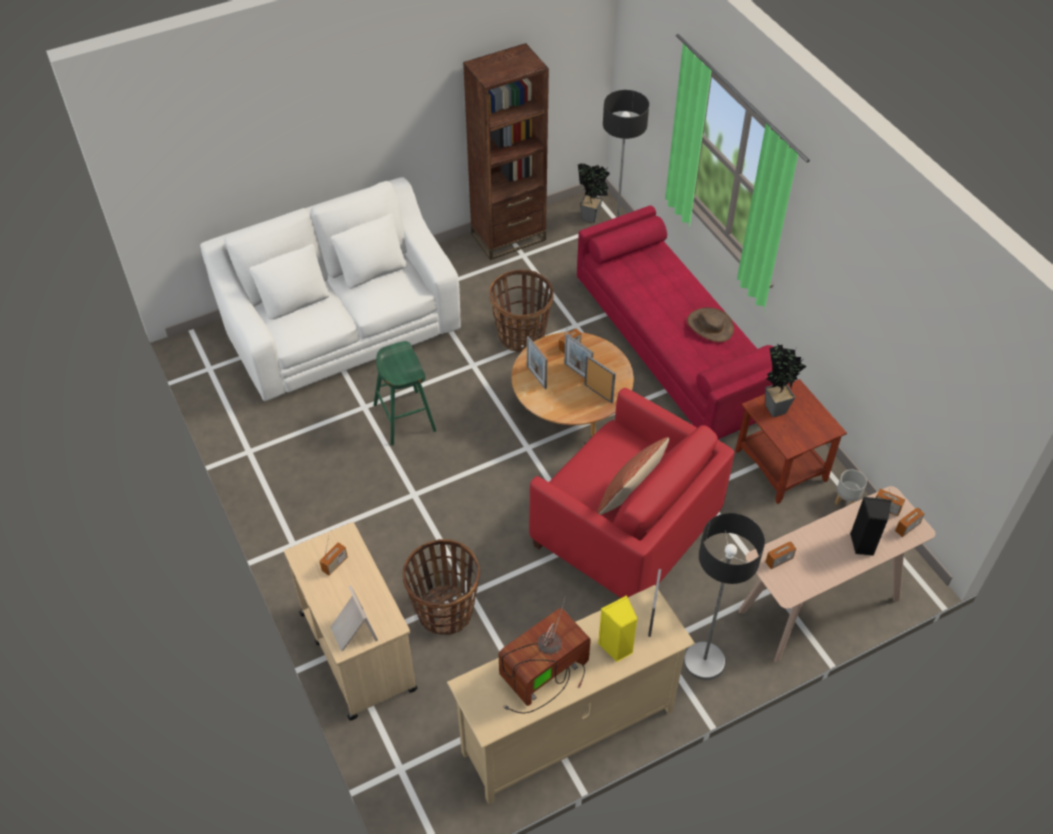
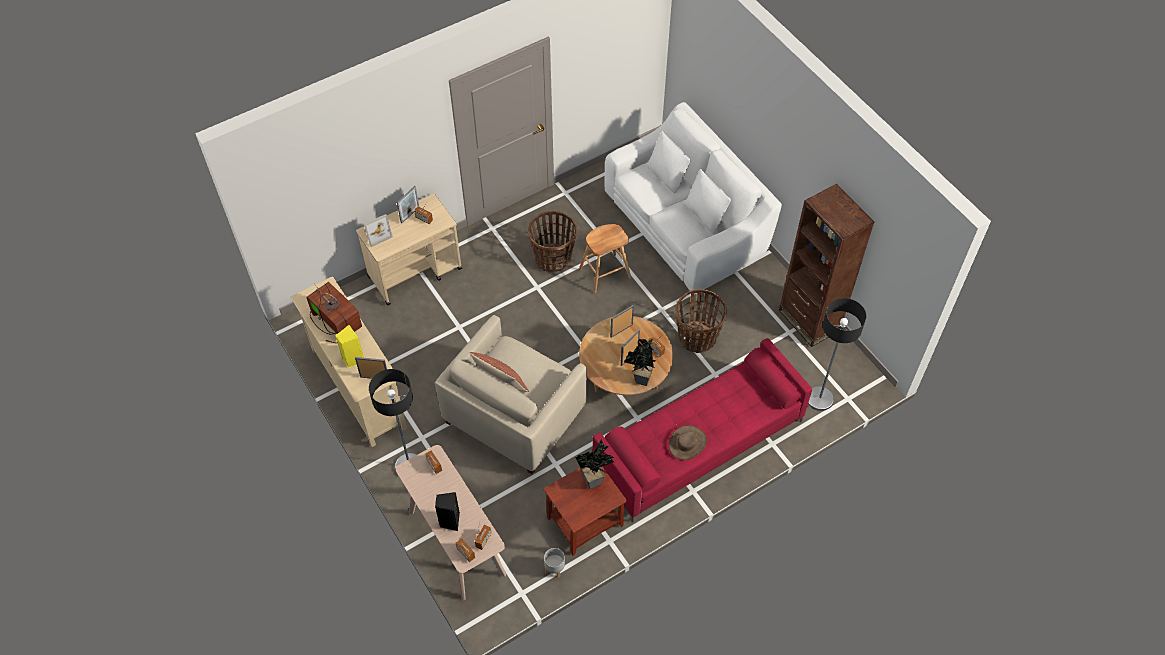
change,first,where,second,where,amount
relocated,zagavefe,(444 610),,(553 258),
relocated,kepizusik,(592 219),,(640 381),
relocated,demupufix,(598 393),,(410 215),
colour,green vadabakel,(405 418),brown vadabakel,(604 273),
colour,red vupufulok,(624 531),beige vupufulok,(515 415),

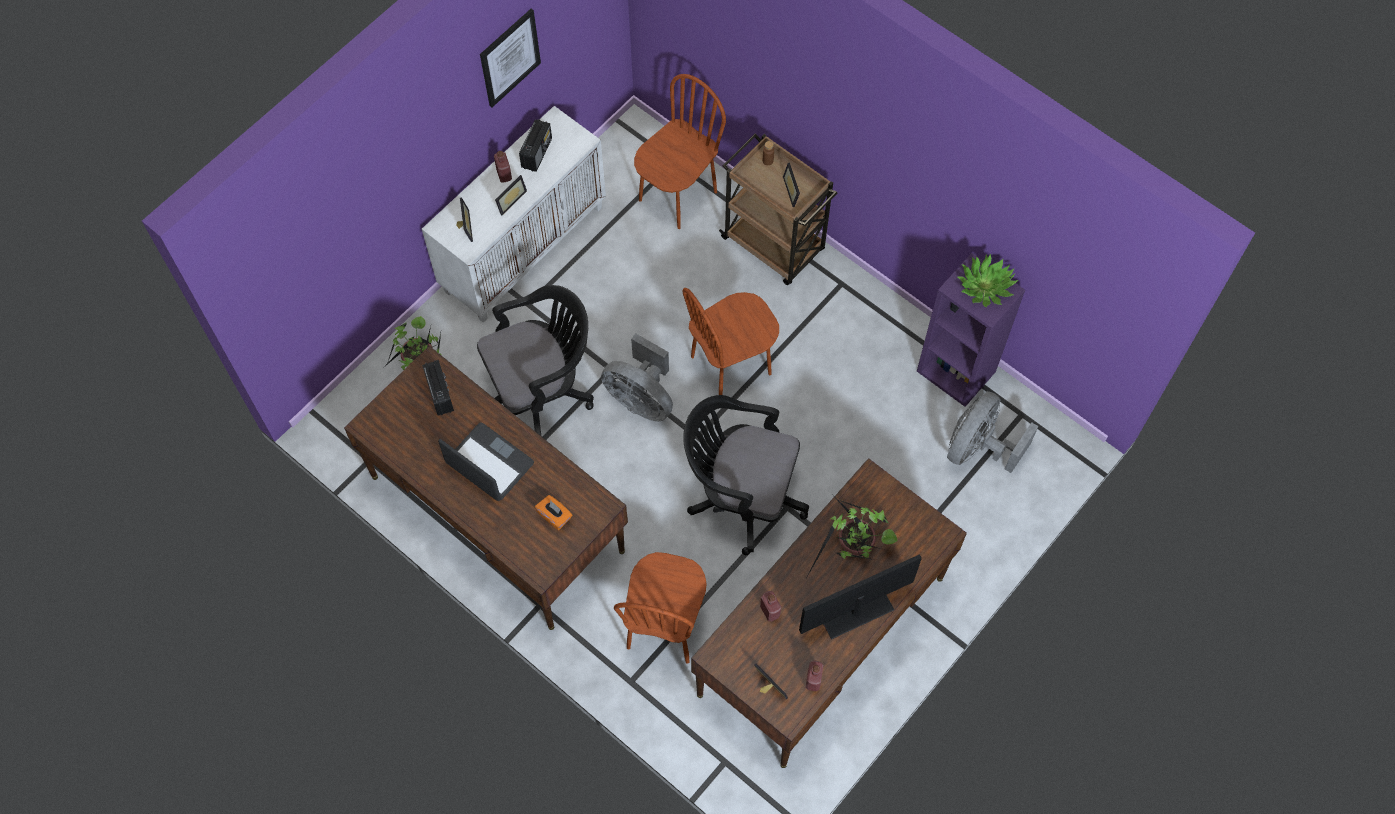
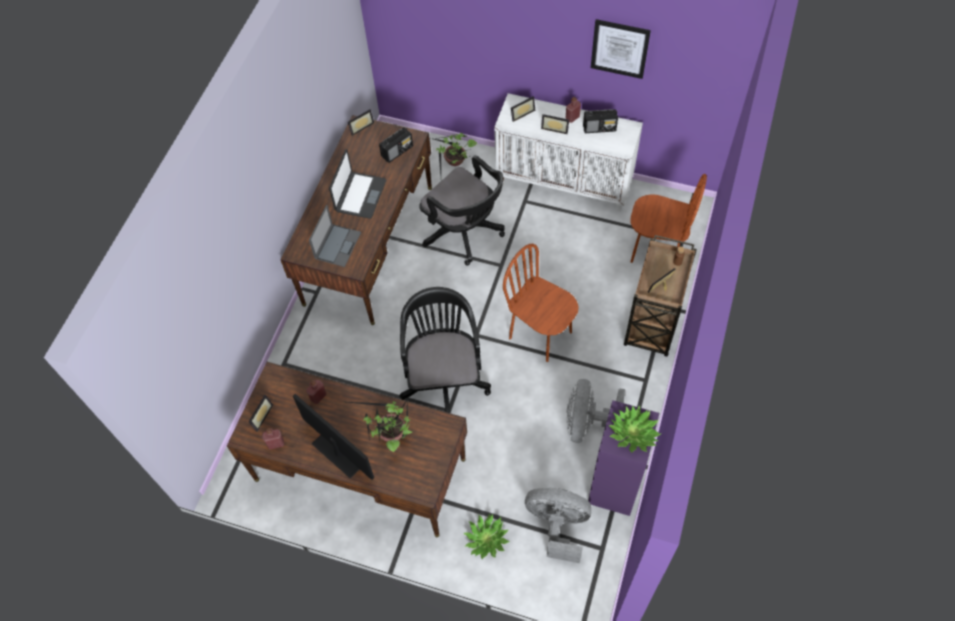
change,first,where,second,where,amount
missing,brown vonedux,(665 625),,,
appeared,,,demupufix,(360 126),
appeared,,,kepizusik,(486 539),
relocated,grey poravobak,(641 398),,(586 422),
exchanged,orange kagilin,(554 516),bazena,(338 245),

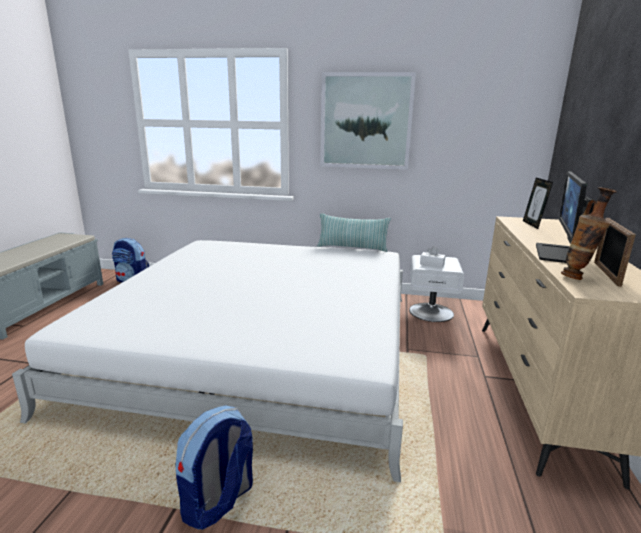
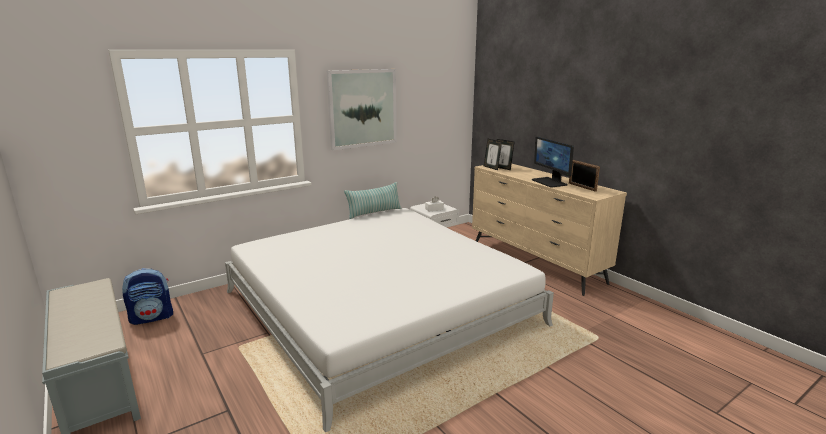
change,first,where,second,where,amount
missing,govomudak,(218 502),,,
missing,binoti,(578 278),,,
appeared,,,demupufix,(491 168),

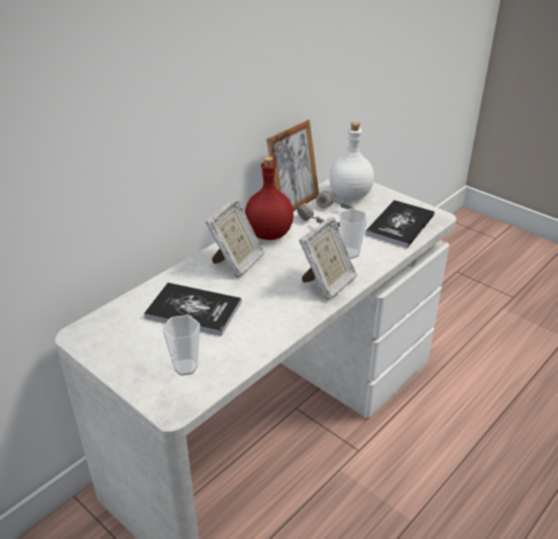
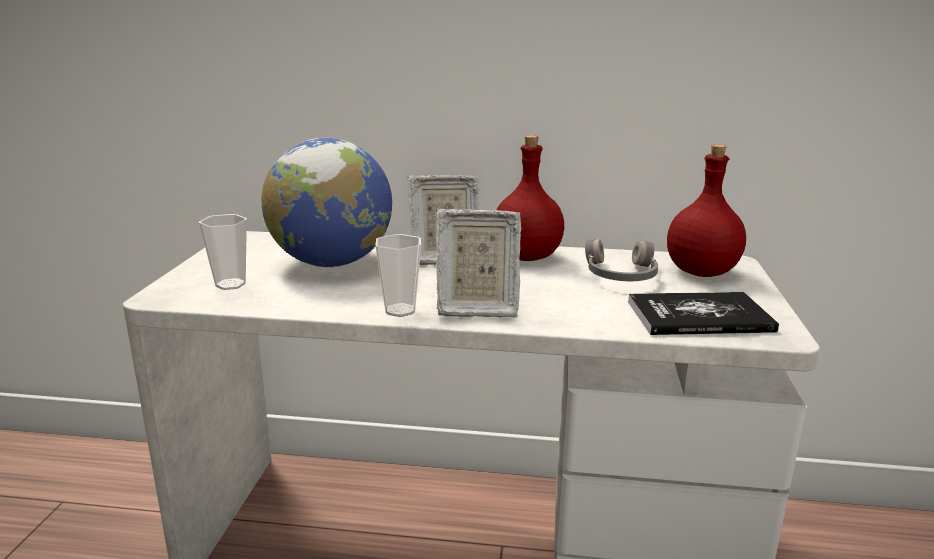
change,first,where,second,where,amount
missing,demupufix,(293 204),,,
relocated,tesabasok,(350 253),,(400 310),
exchanged,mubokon,(193 310),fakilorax,(331 263),
colour,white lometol,(350 195),red lometol,(702 272),

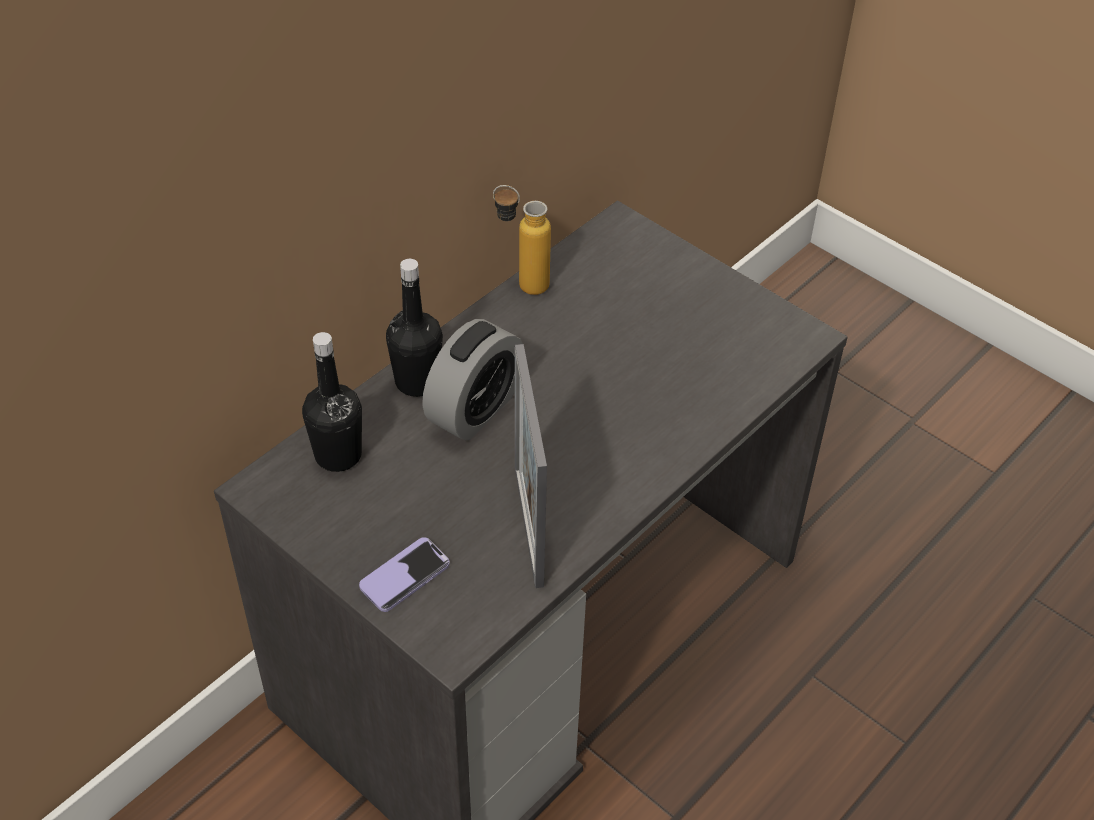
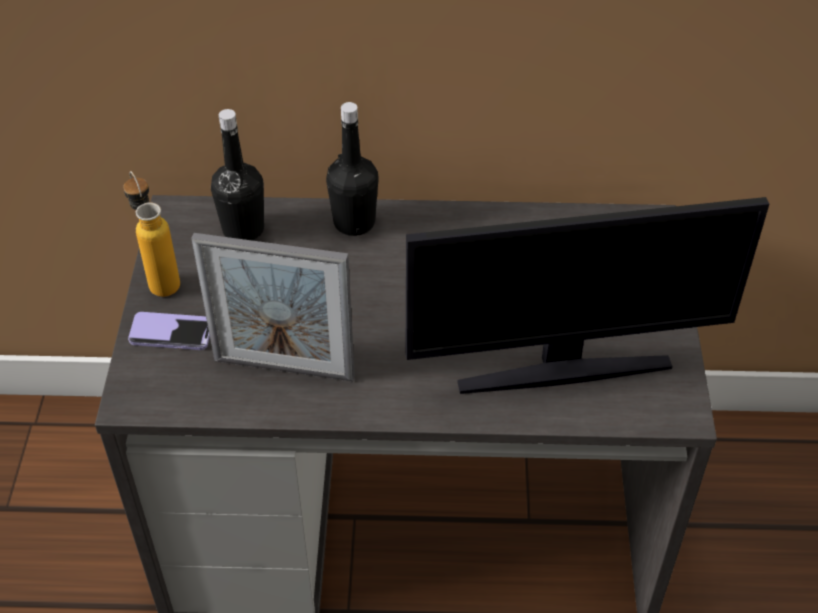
change,first,where,second,where,amount
missing,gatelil,(475 409),,,
appeared,,,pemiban,(563 370),
relocated,lometol,(521 284),,(160 278),
spun,demupufix,(528 526),,(284 368),120 degrees counterclockwise

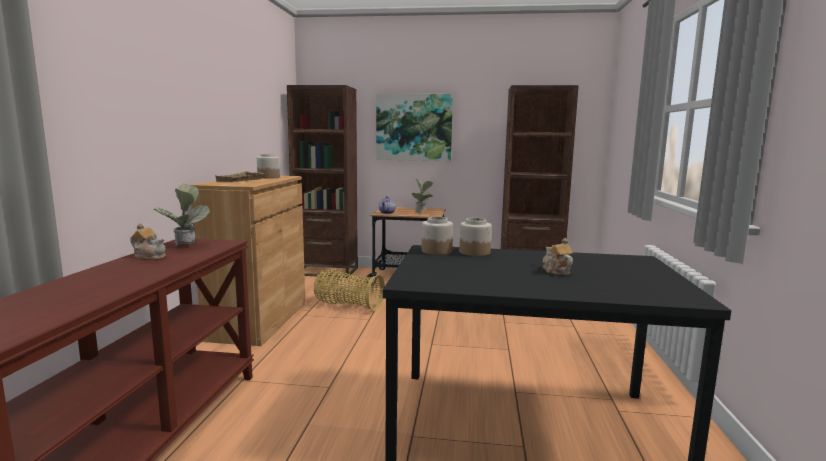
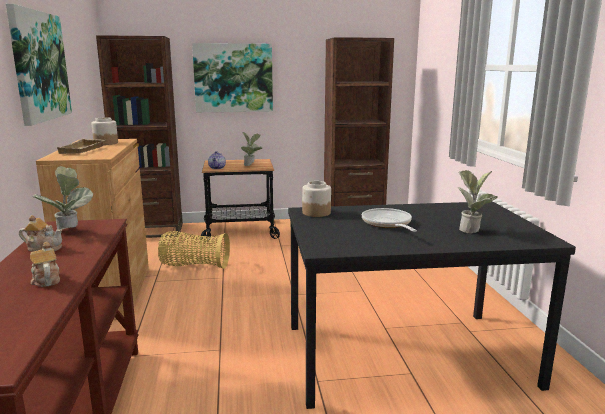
change,first,where,second,where,amount
missing,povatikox,(474 252),,,
appeared,,,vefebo,(39 66),
appeared,,,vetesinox,(387 224),
appeared,,,kepizusik,(473 230),
relocated,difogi,(556 271),,(46 280),

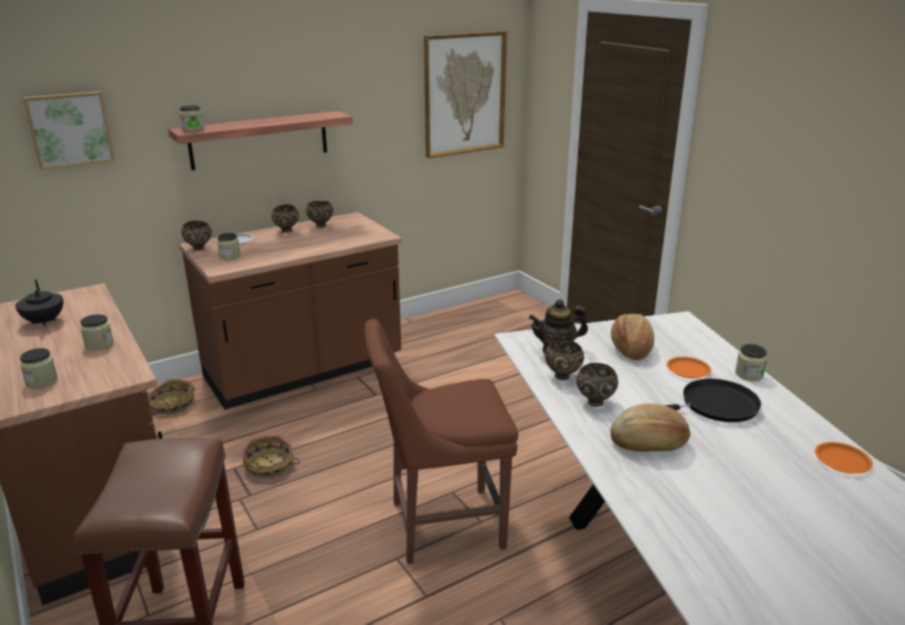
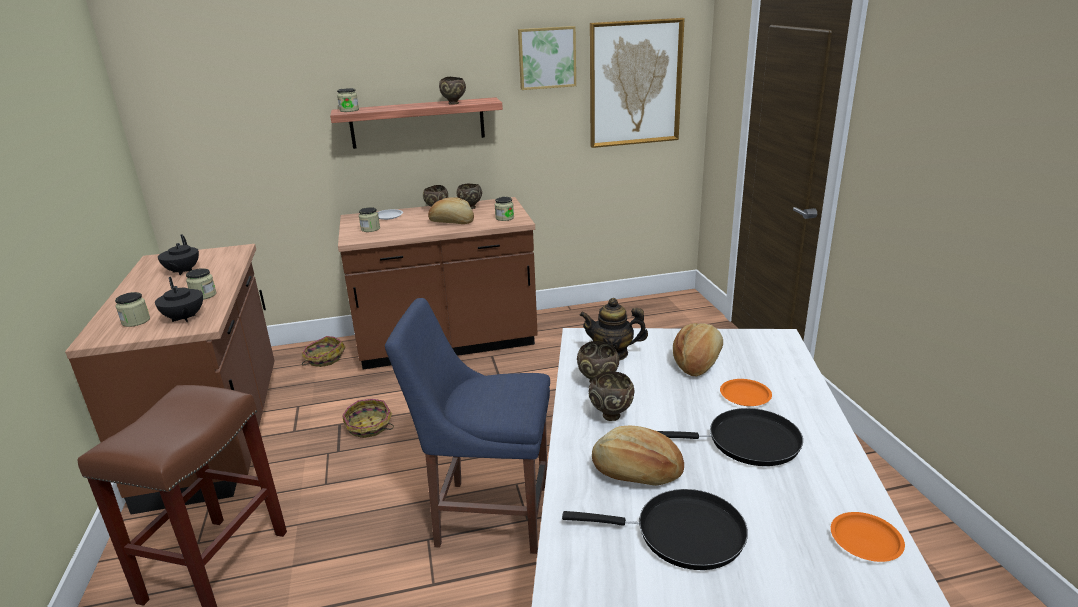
change,first,where,second,where,amount
appeared,,,black difogi,(184 318),
appeared,,,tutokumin,(452 222),
appeared,,,black vetesinox,(682 533),
relocated,vefebo,(70 129),,(546 58),
relocated,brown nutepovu,(199 249),,(454 103),
relocated,povatikox,(749 374),,(504 218),
colour,brown vonedux,(440 524),blue vonedux,(486 514),

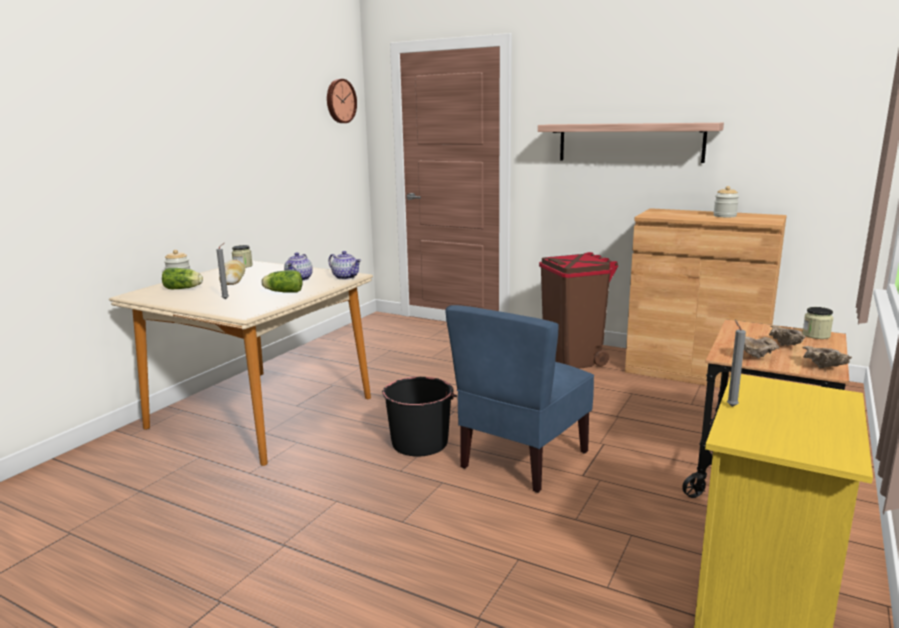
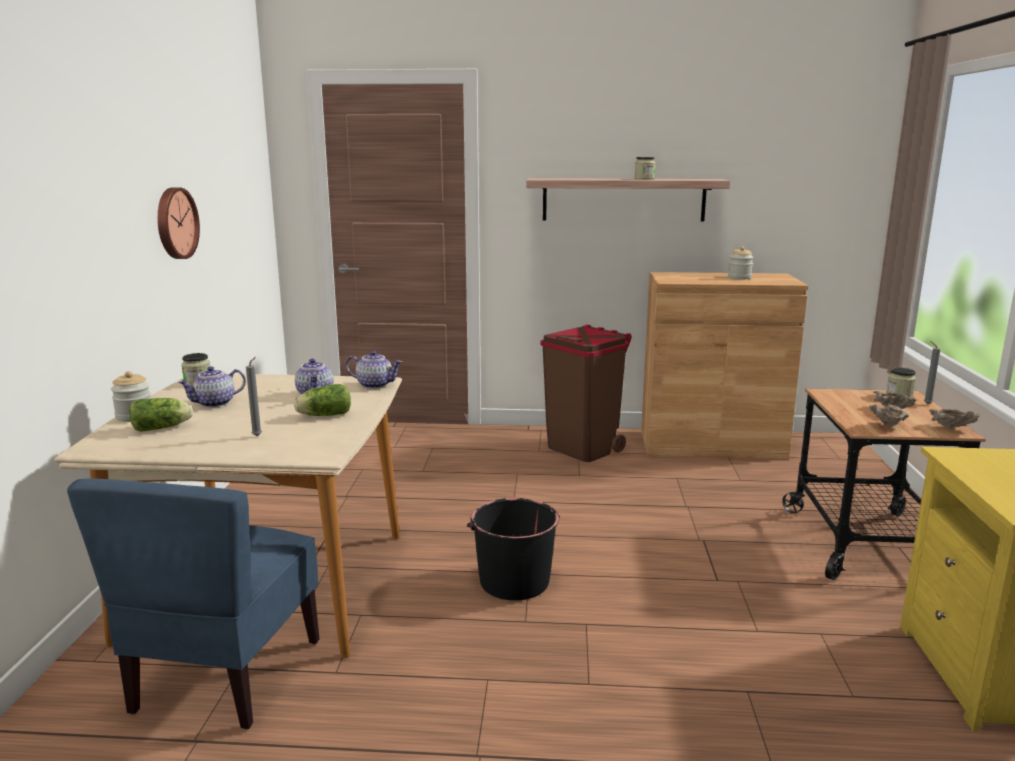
change,first,where,second,where,amount
appeared,,,povatikox,(644 179),
relocated,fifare,(340 101),,(175 223),
relocated,blue vonedux,(522 459),,(225 675),
relocated,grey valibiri,(730 405),,(926 404),
exchanged,tutokumin,(232 278),difogi,(215 404),

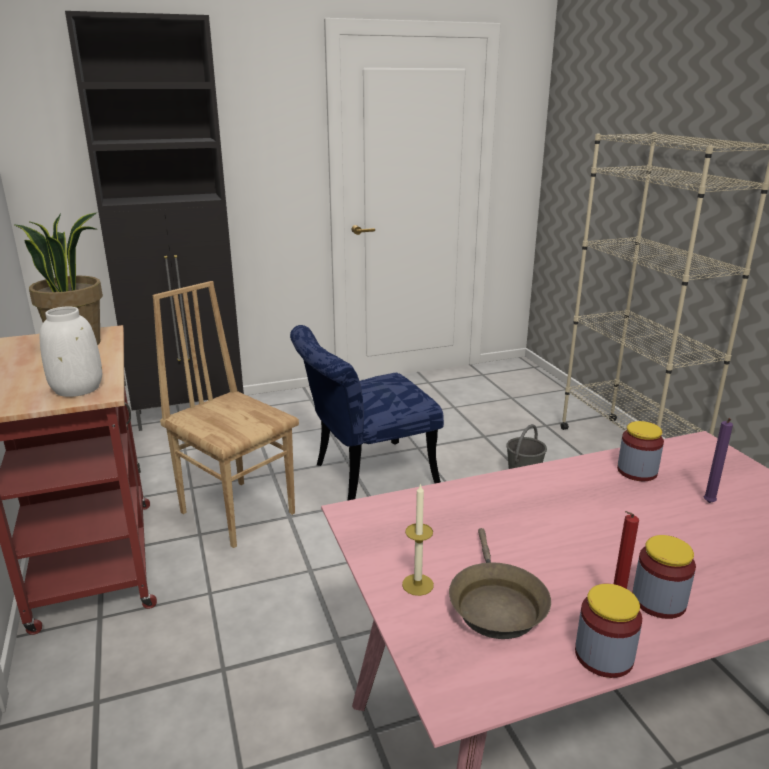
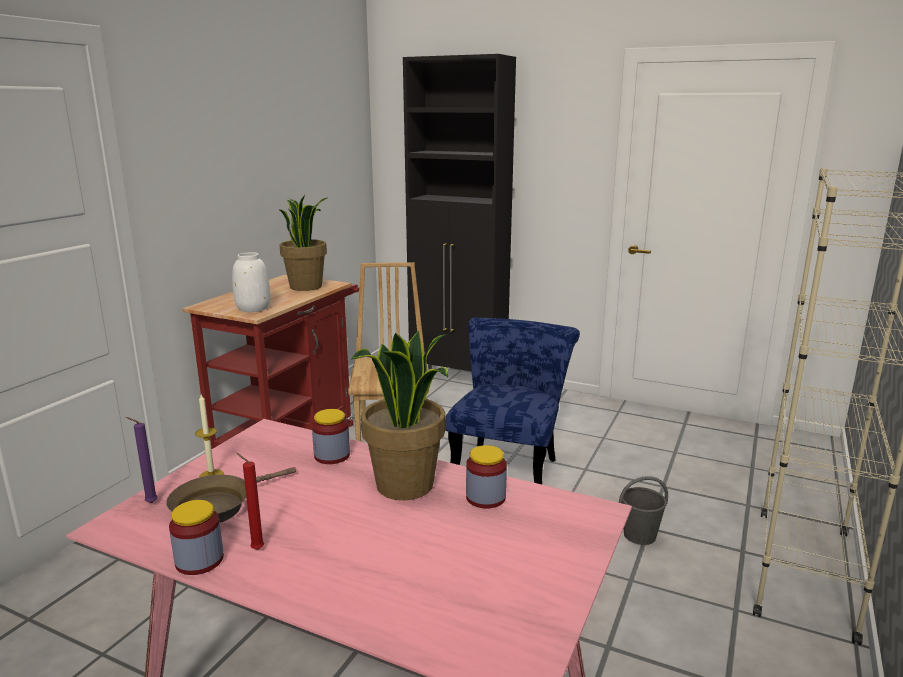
change,first,where,second,where,amount
appeared,,,kepizusik,(405 486),
relocated,povatikox,(658 601),,(332 455),
relocated,purple valibiri,(708 504),,(149 503),
spun,blue vonedux,(364 476),,(508 470),90 degrees clockwise

